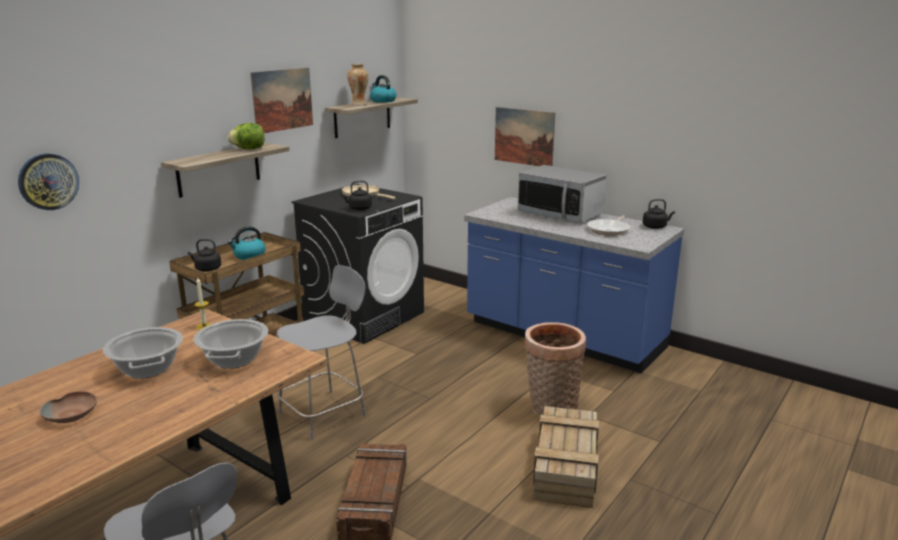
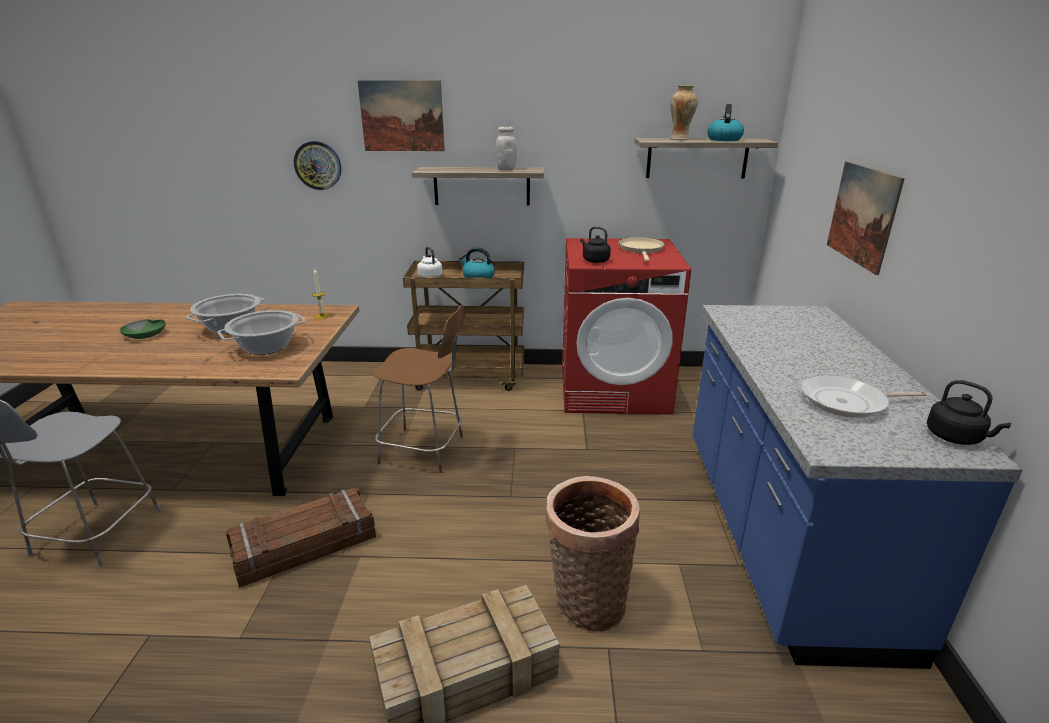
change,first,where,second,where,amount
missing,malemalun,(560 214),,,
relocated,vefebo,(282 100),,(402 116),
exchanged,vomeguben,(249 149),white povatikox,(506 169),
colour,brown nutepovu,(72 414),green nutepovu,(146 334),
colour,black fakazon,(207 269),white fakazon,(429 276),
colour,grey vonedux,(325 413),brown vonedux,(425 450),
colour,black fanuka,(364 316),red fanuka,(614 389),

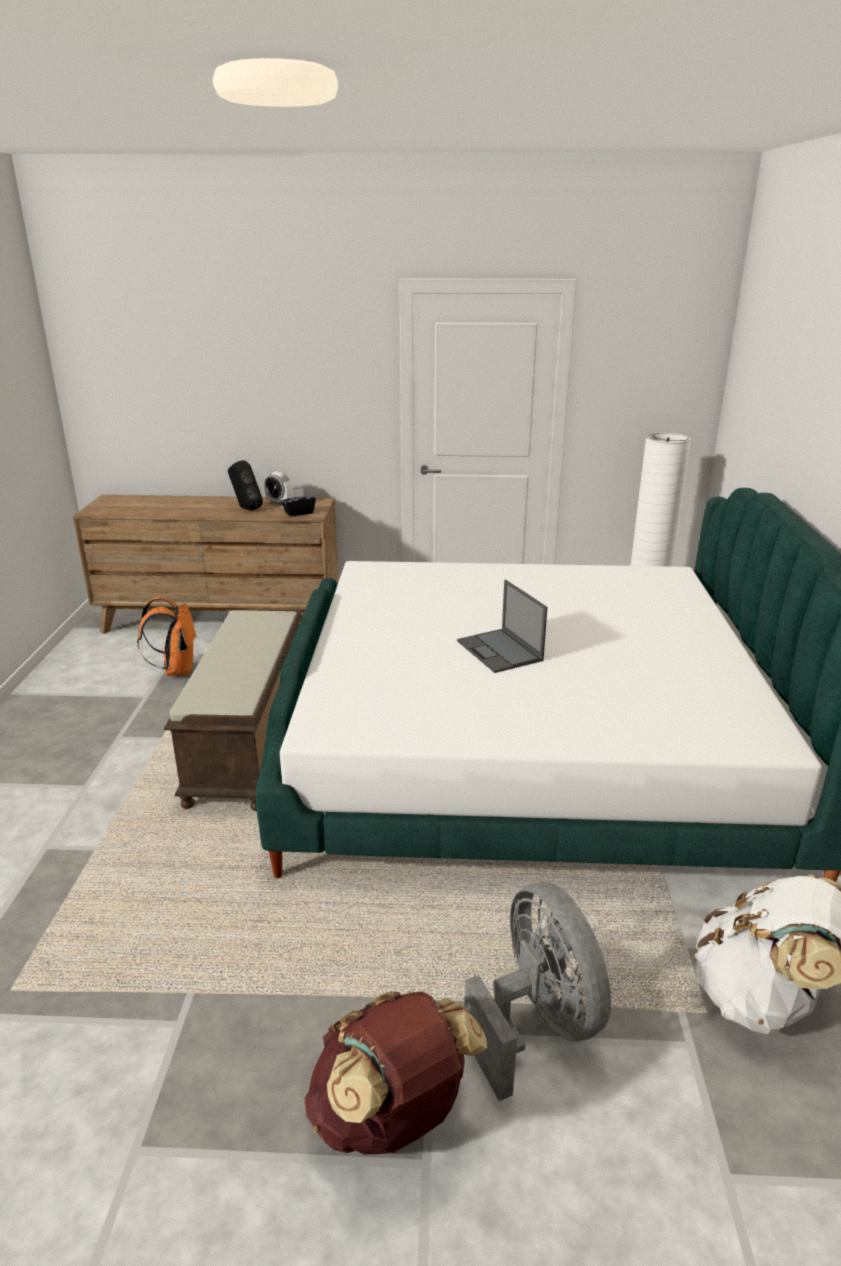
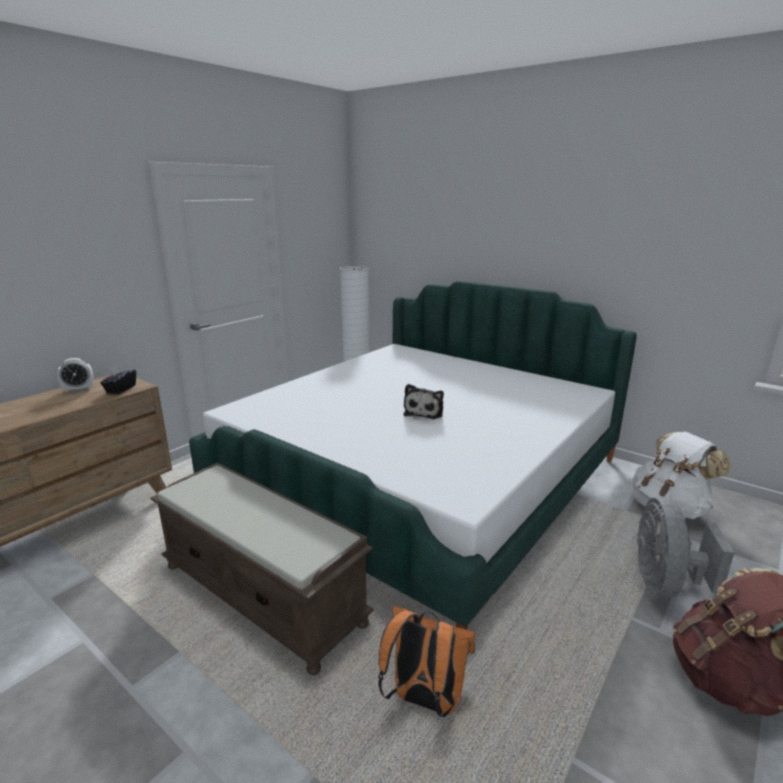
change,first,where,second,where,amount
missing,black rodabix,(245 508),,,
relocated,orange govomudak,(176 670),,(424 699),
exchanged,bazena,(500 651),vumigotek,(424 412),
spun,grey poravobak,(537 1023),,(665 584),90 degrees counterclockwise

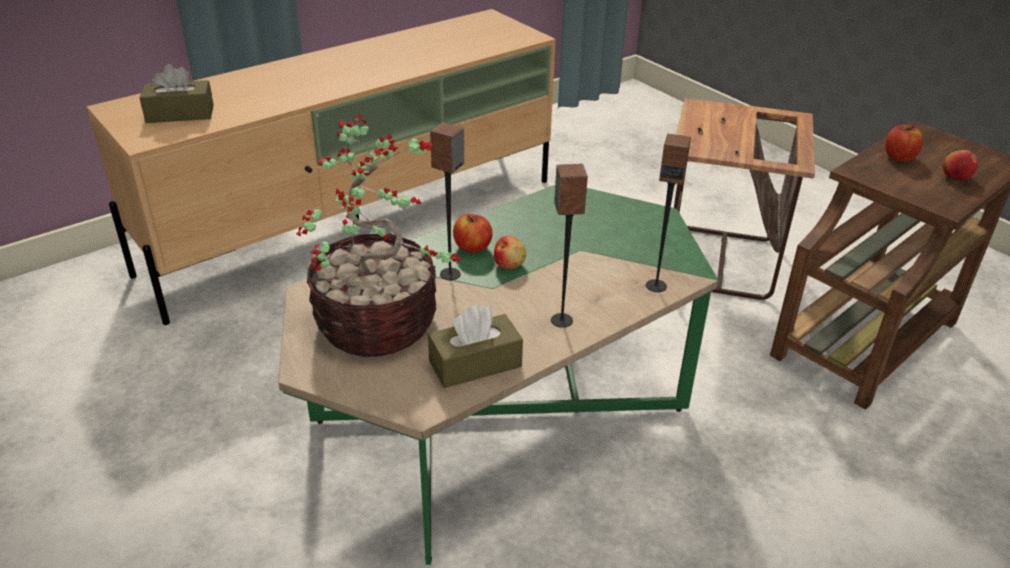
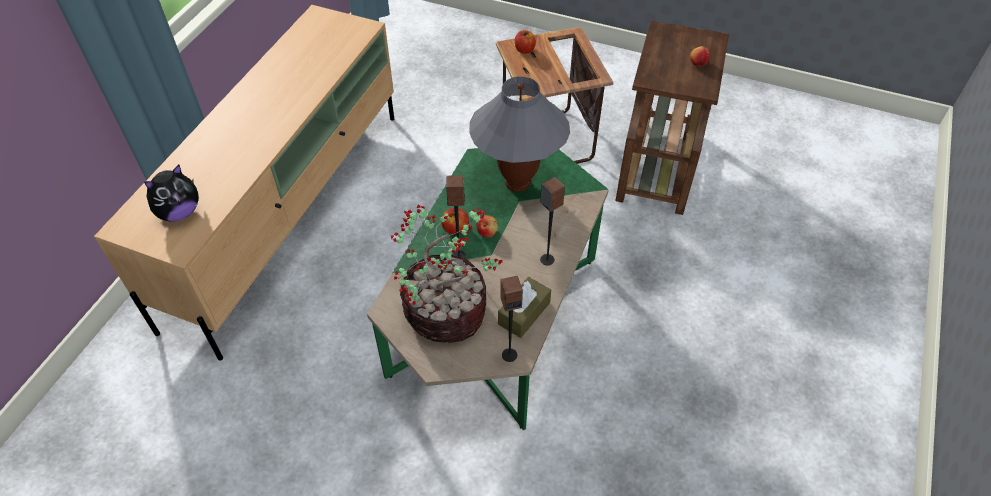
change,first,where,second,where,amount
appeared,,,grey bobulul,(517 183),
relocated,rodabix,(656 285),,(509 354),
relocated,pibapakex,(899 157),,(524 50),
exchanged,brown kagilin,(180 114),vumigotek,(179 212),

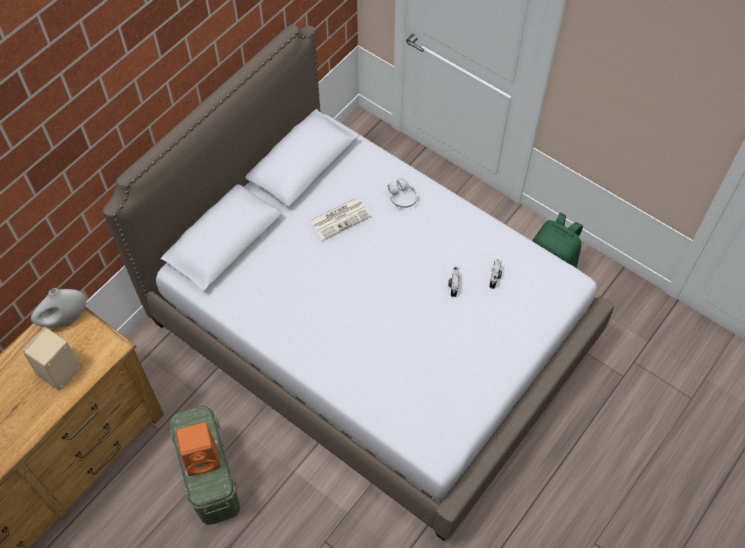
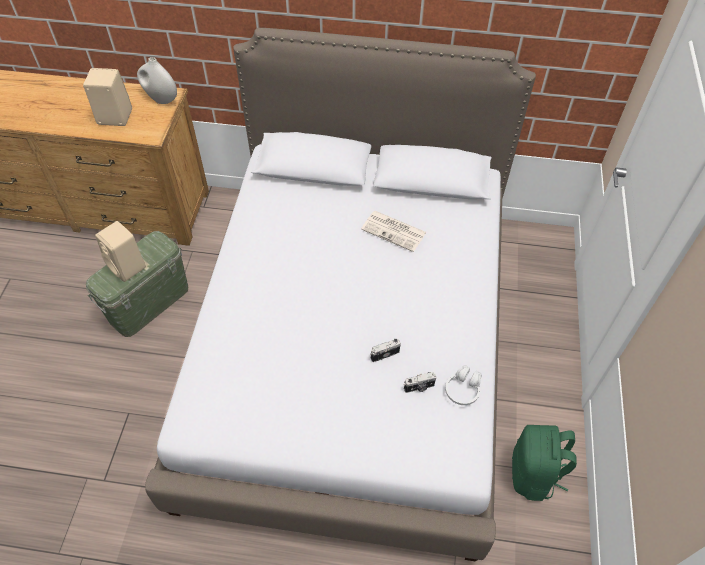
change,first,where,second,where,amount
relocated,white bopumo,(402 197),,(463 389),
colour,orange rodabix,(203 458),beige rodabix,(128 267),

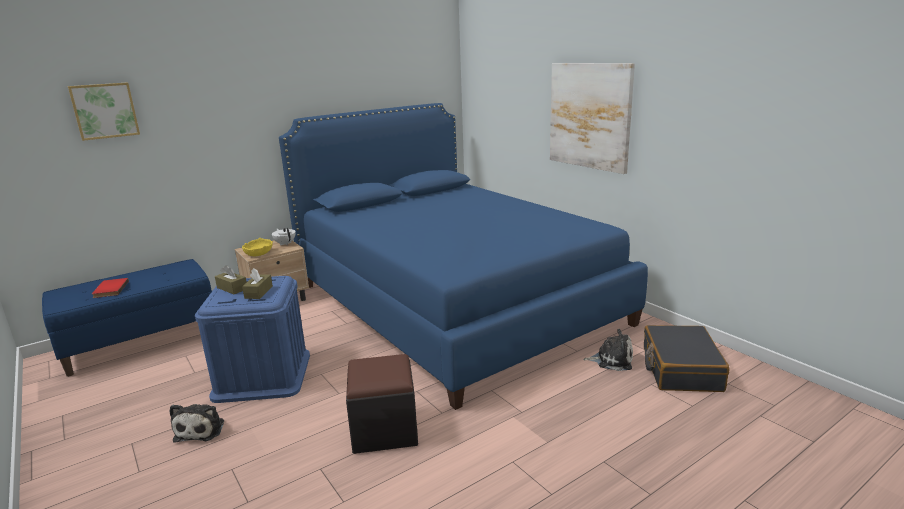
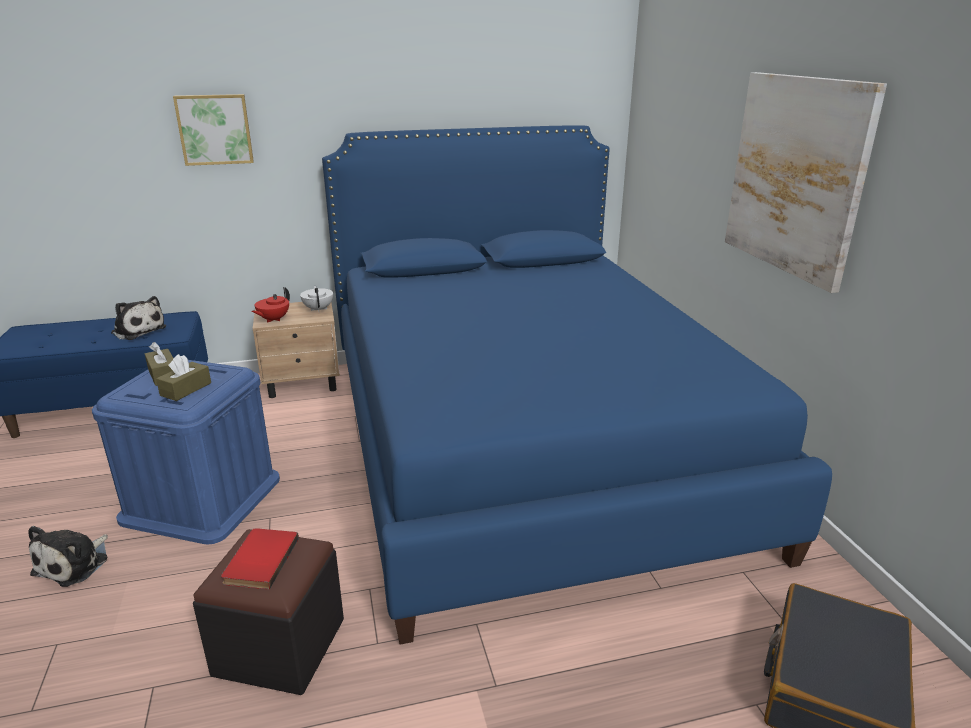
change,first,where,second,where,amount
relocated,vefebo,(104 111),,(215 129),
relocated,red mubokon,(109 289),,(259 560),
relocated,vumigotek,(612 360),,(138 330),
exchanged,yellow nutepovu,(258 254),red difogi,(273 319),

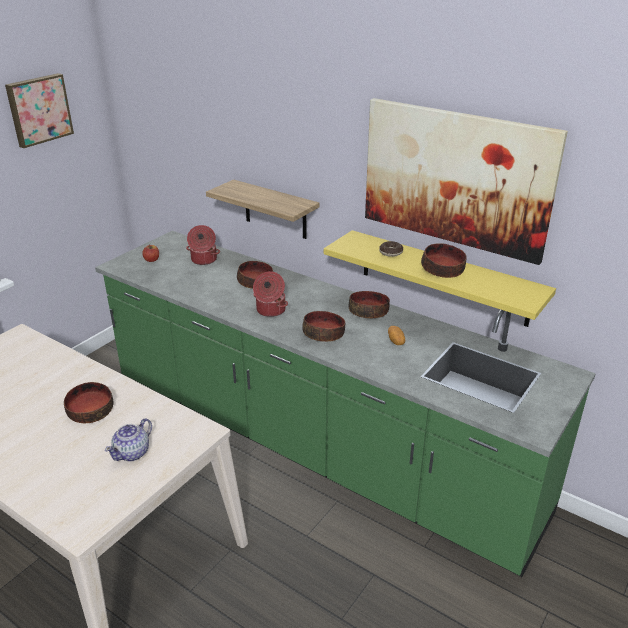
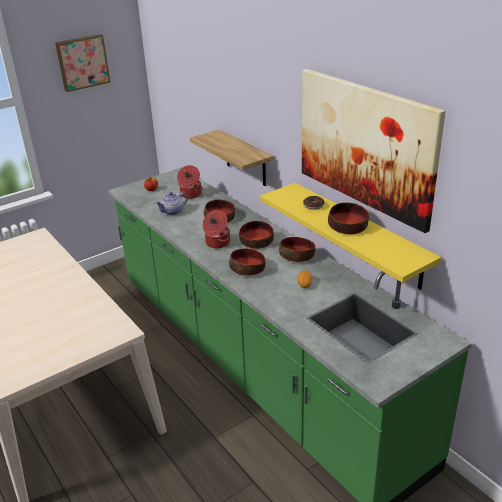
change,first,where,second,where,amount
relocated,nutepovu,(90 411),,(256 241),
relocated,difogi,(132 453),,(173 211),

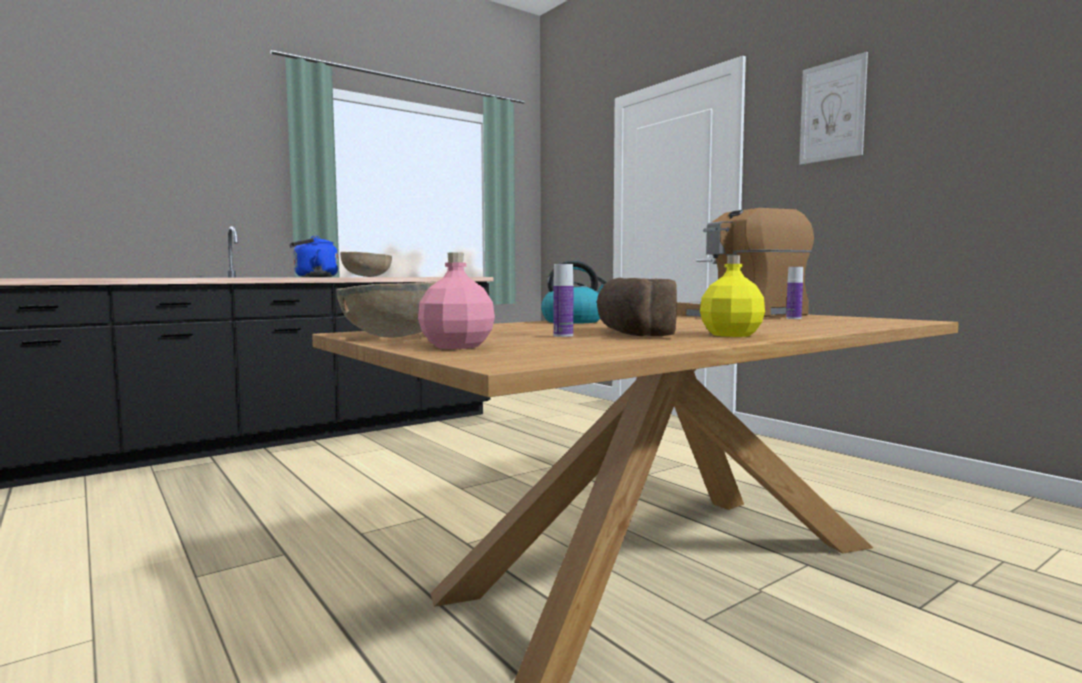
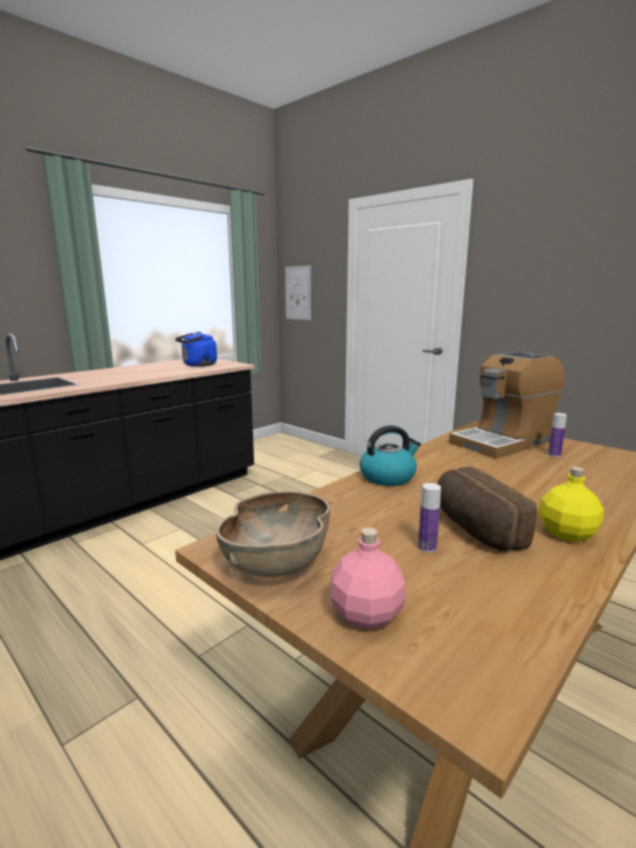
change,first,where,second,where,amount
missing,brown nutepovu,(366 276),,,
relocated,blue fakazon,(313 277),,(198 365),
relocated,vefebo,(832 111),,(298 293),

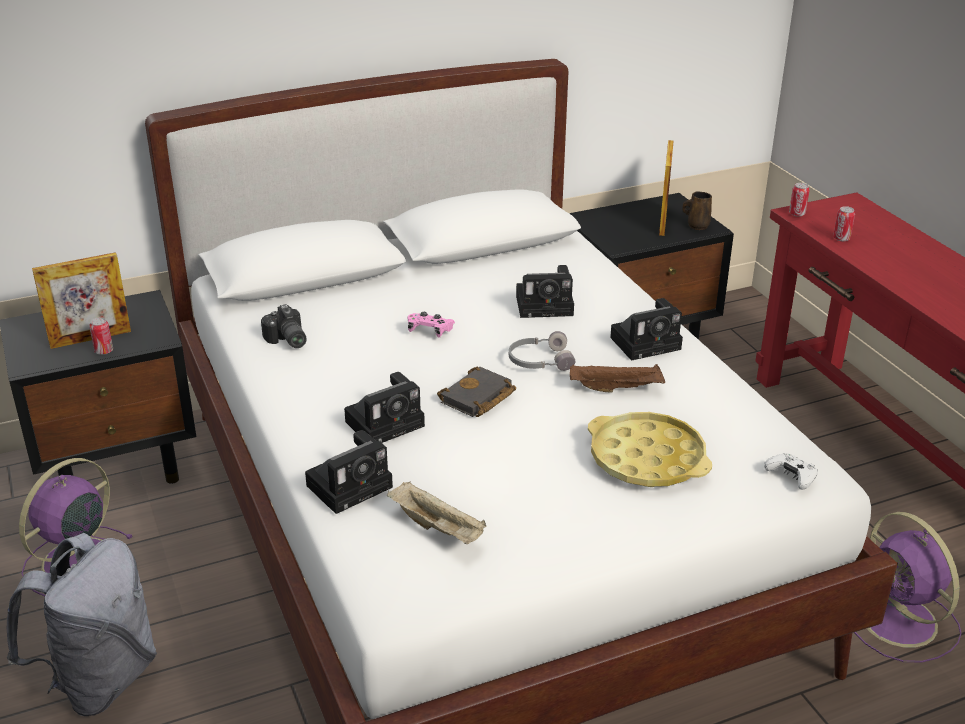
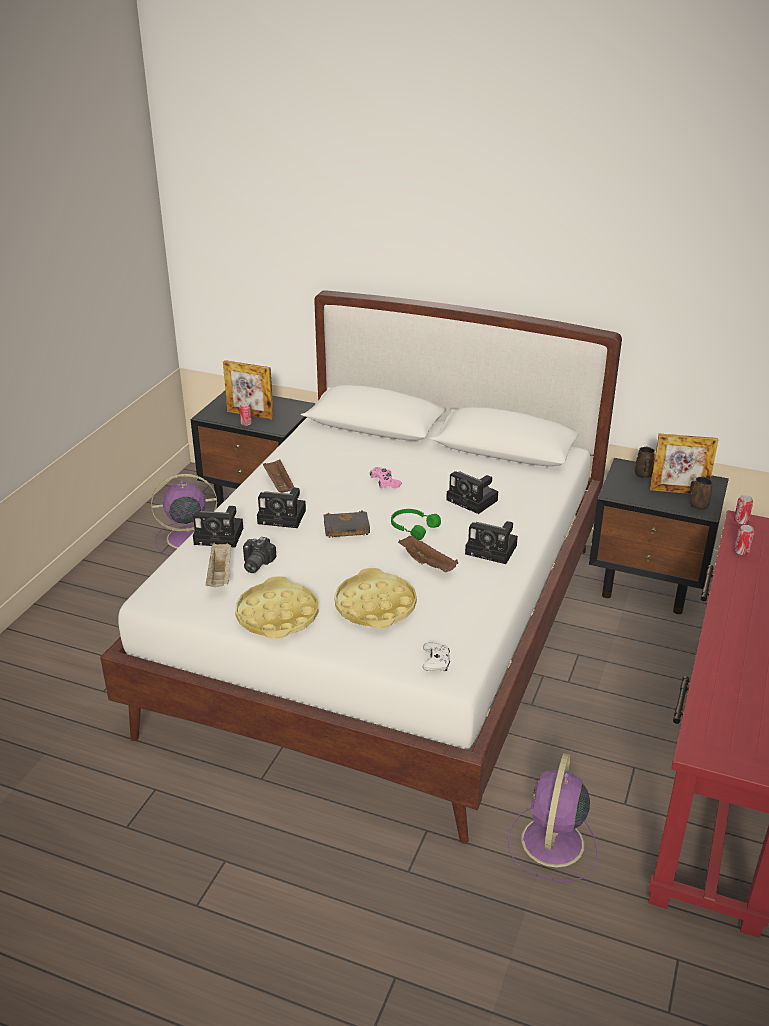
change,first,where,second,where,amount
missing,grey govomudak,(100 680),,,
appeared,,,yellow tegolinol,(277 615),
appeared,,,brown tegolinol,(279 485),
appeared,,,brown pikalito,(643 475),
relocated,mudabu,(286 340),,(255 564),
colour,grey bopumo,(539 360),green bopumo,(413 527),
spun,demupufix,(663 221),,(678 491),135 degrees counterclockwise

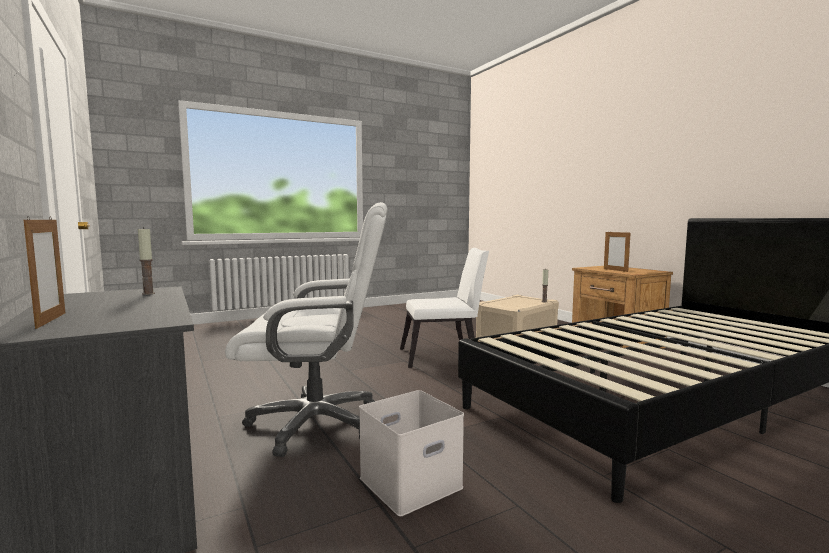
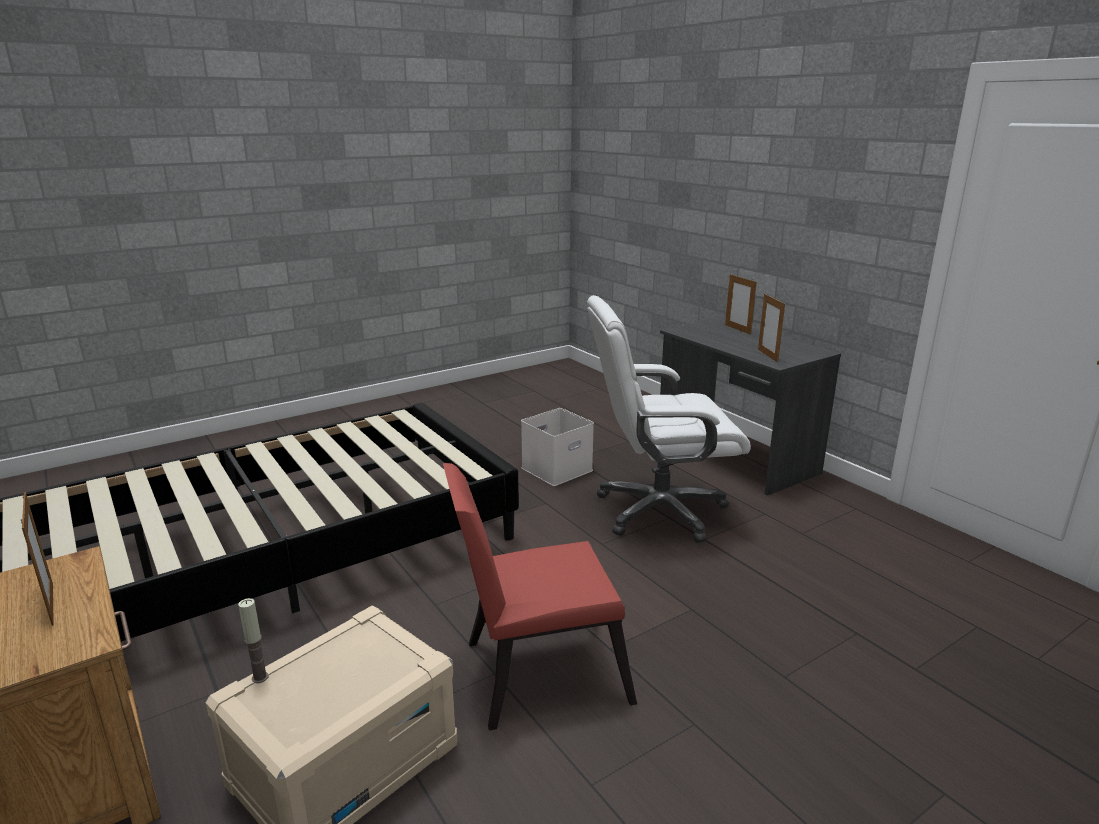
change,first,where,second,where,amount
exchanged,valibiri,(148 293),demupufix,(767 355),
colour,white vonedux,(444 356),red vonedux,(535 672),

